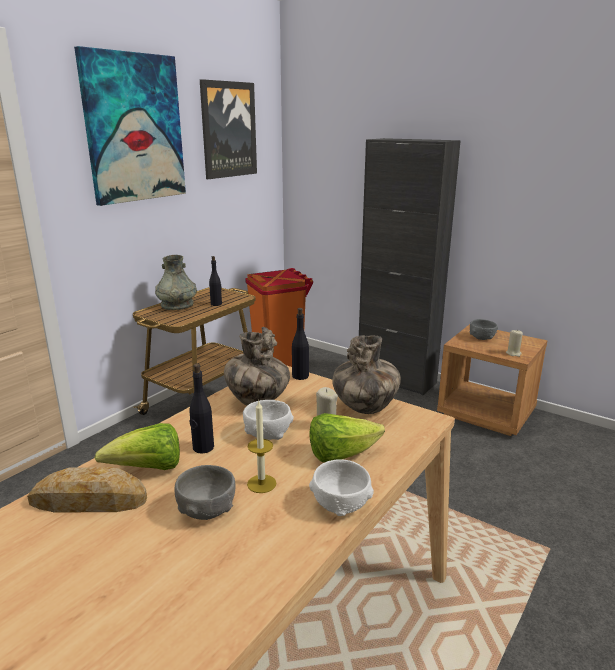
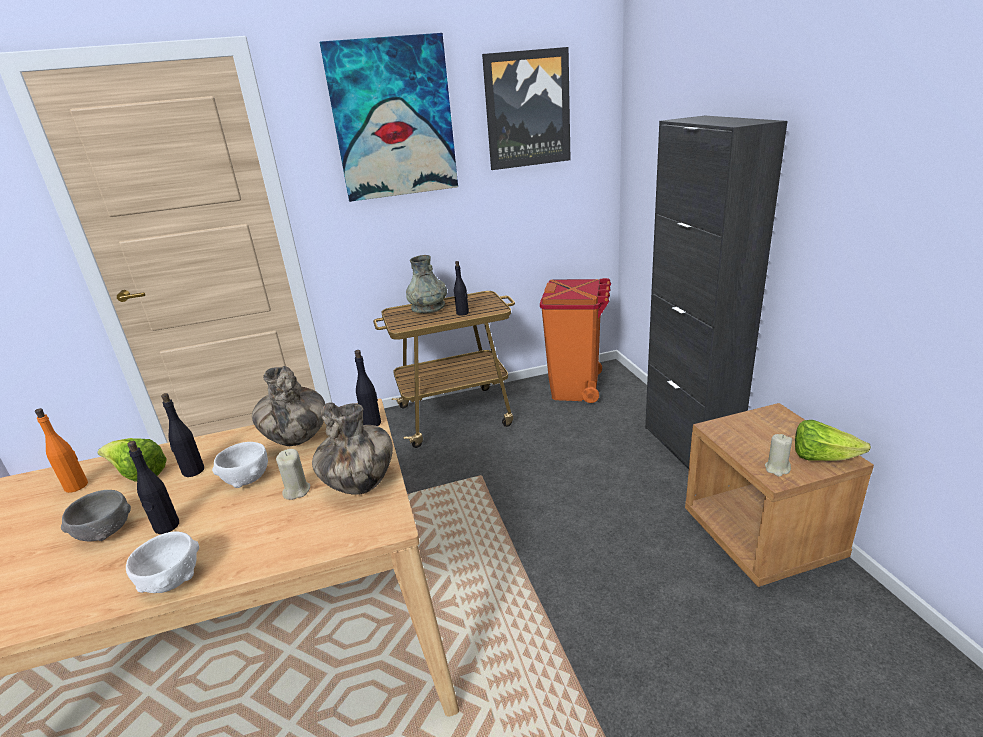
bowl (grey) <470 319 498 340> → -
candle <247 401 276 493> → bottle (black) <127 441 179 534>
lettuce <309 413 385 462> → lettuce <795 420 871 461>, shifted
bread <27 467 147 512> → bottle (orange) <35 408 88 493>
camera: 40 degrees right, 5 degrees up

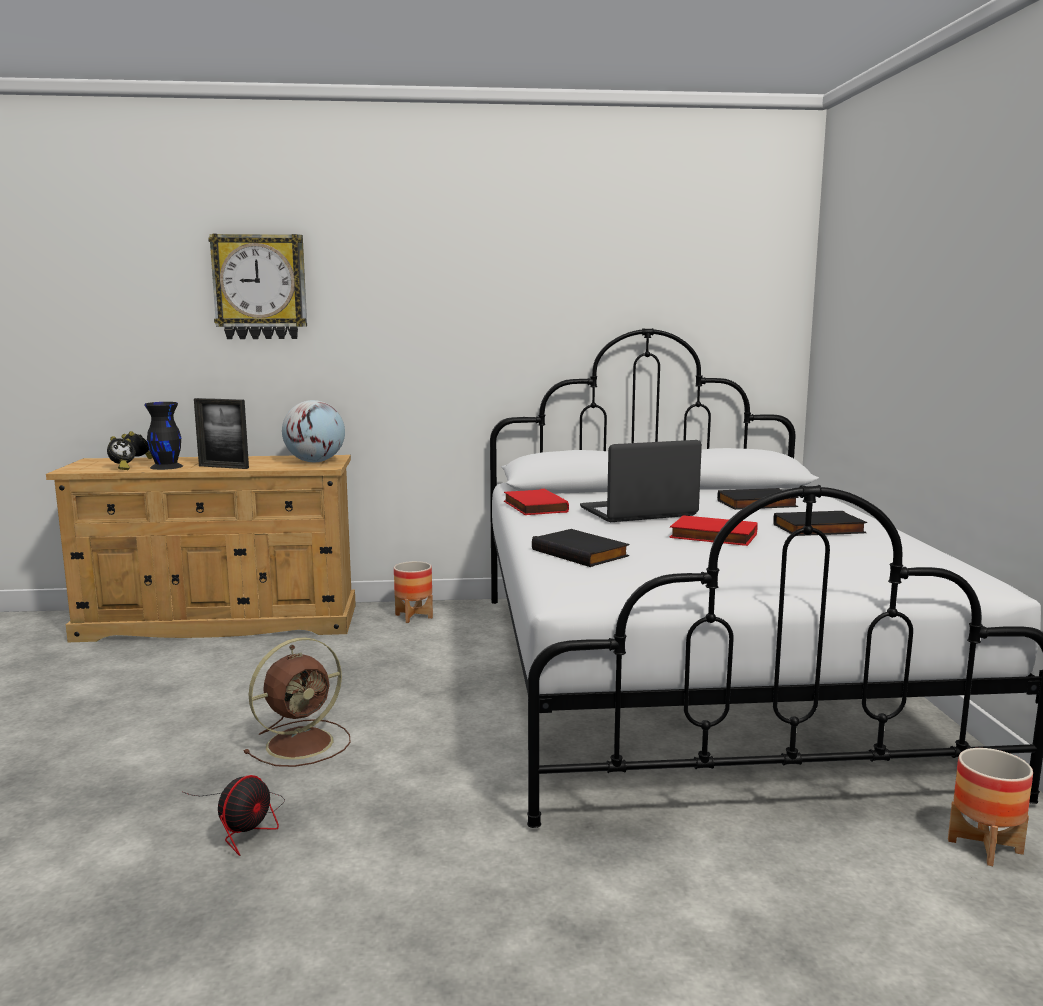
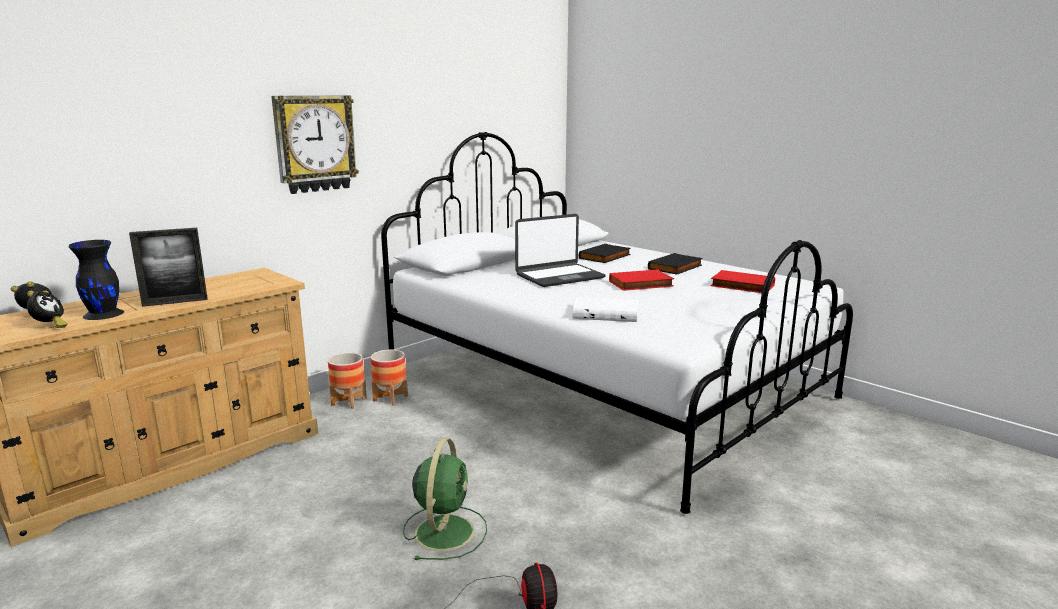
wall clock <208 234 307 339> → wall clock <271 96 359 194>, shifted
globe <282 400 345 462> → -
laptop <580 440 702 522> → laptop <515 214 606 287>, 150 degrees counterclockwise
book (red) <504 489 569 515> → book (red) <710 270 775 293>, shifted
book (black) <532 529 629 567> → book (white) <573 297 638 322>
fan (brown) <243 637 351 767> → fan (green) <403 438 487 560>
planter <948 748 1033 866> → planter <370 349 408 406>, shifted
camera: 40 degrees left, 5 degrees up

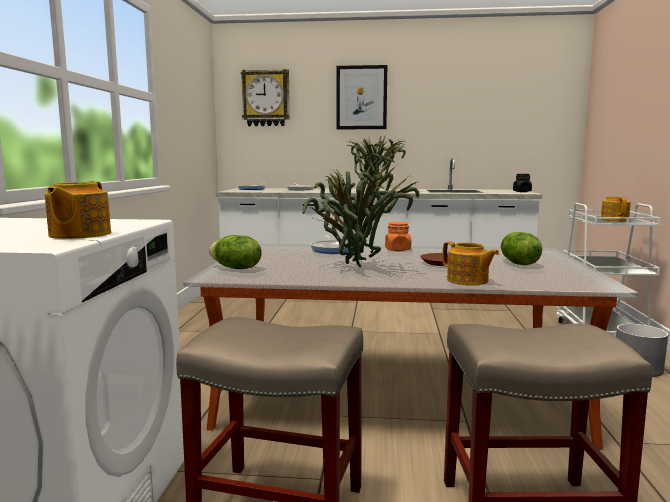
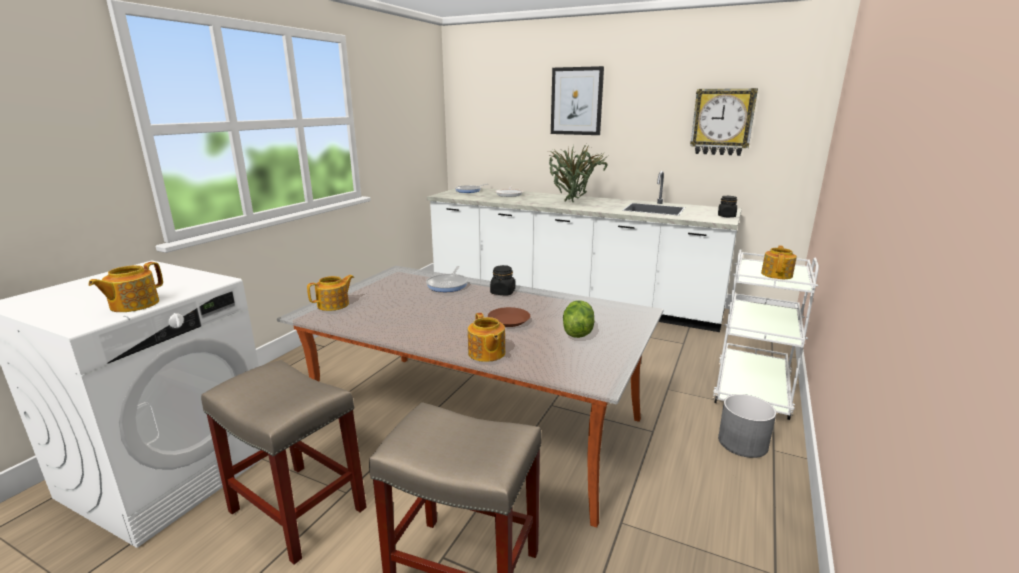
wall clock <241 69 290 126> → wall clock <690 88 758 156>, shifted
potted plant <303 158 420 267> → -
jar (orange) <385 222 411 251> → jar (black) <490 265 515 295>
lettuce <209 235 262 269> → teapot <307 275 354 311>
camera: 20 degrees right, 10 degrees up

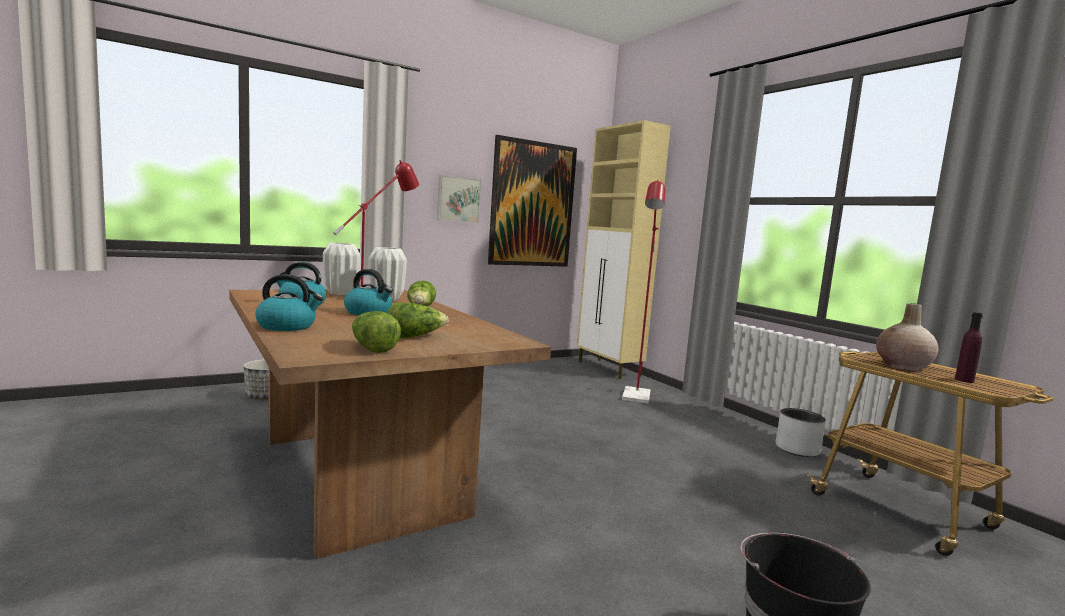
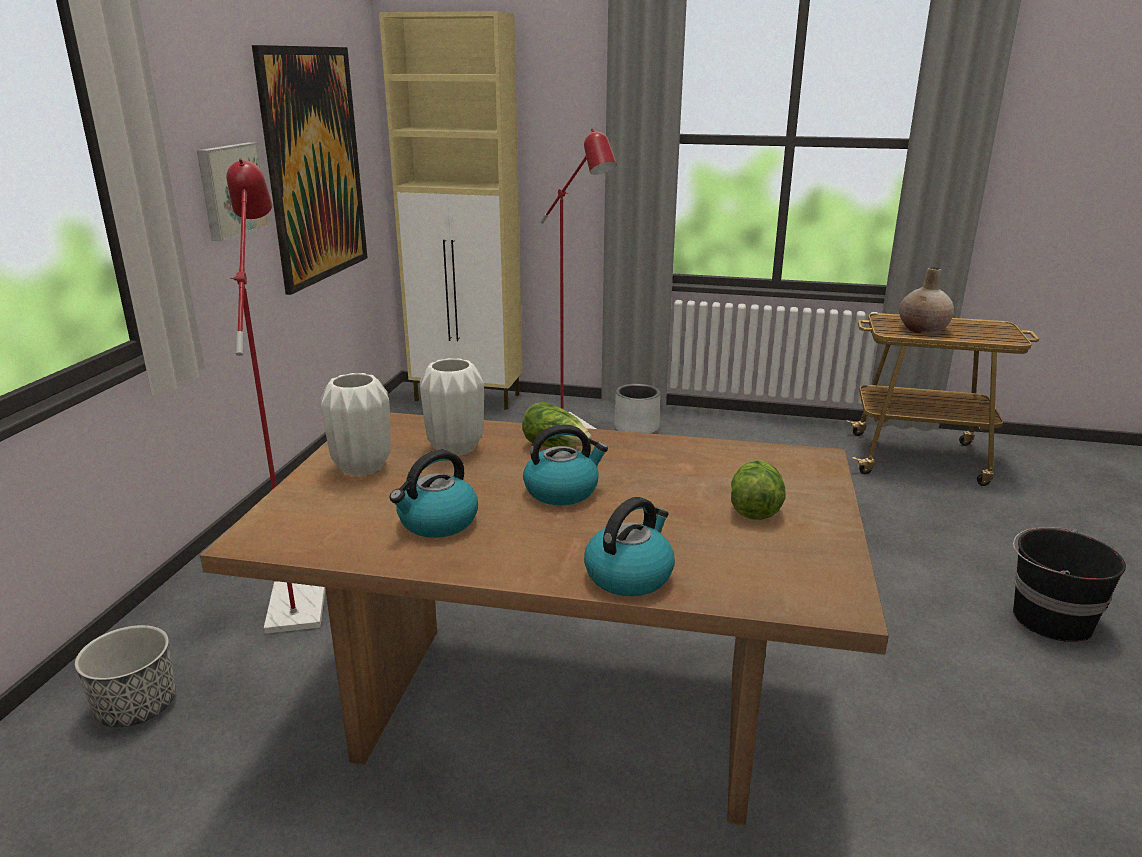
lettuce <352 311 401 353> → -
bottle (purple) <955 312 983 383> → -
planter (grey) <776 408 826 457> → planter (grey) <614 384 660 434>, shifted
camera: 45 degrees left, 15 degrees up

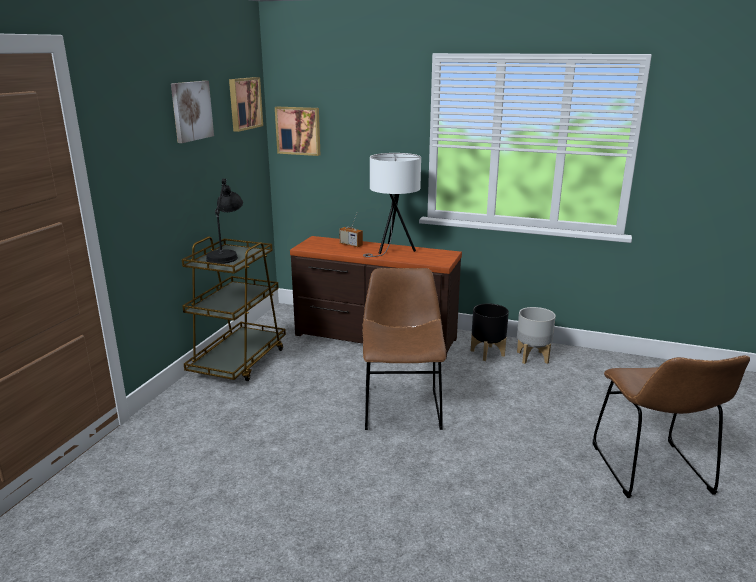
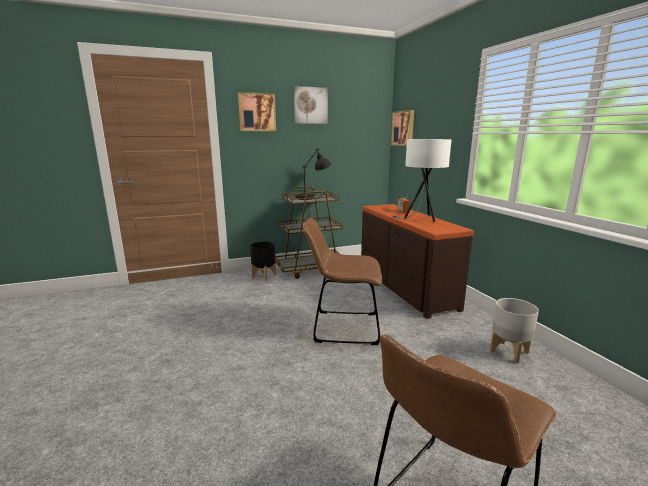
picture <229 77 263 132> → picture <238 92 276 131>, shifted
chair (brown) <363 268 446 430> → chair (brown) <303 218 382 345>, 135 degrees counterclockwise
planter (black) <471 303 509 361> → planter (black) <250 241 276 281>, shifted
camera: 50 degrees right, 5 degrees down

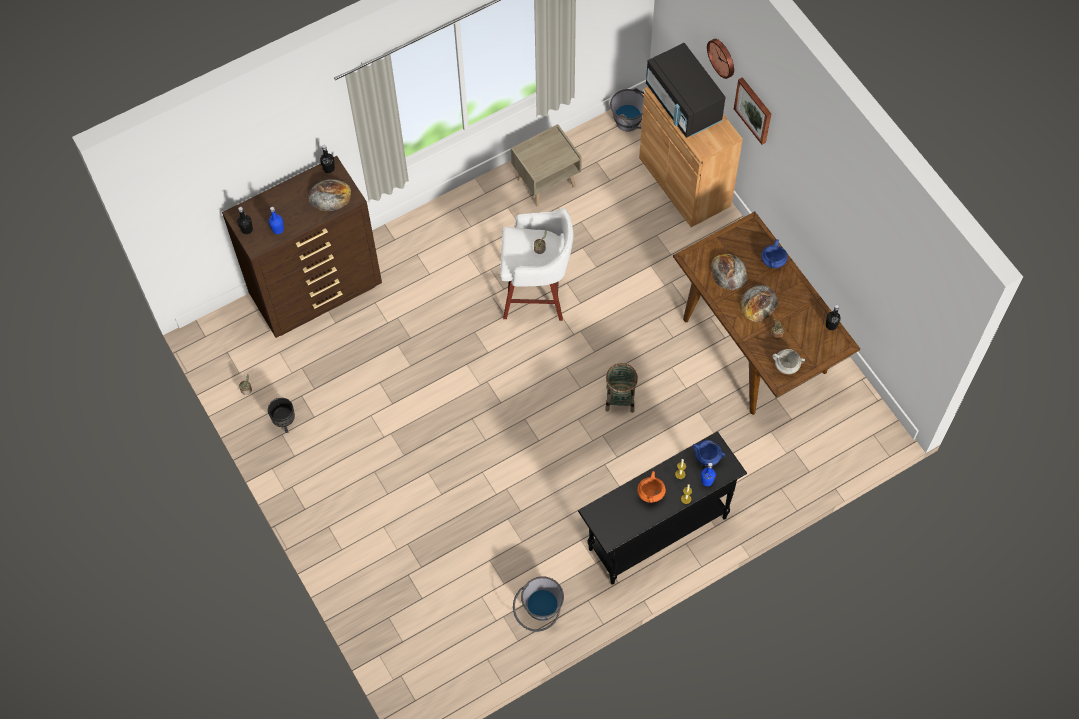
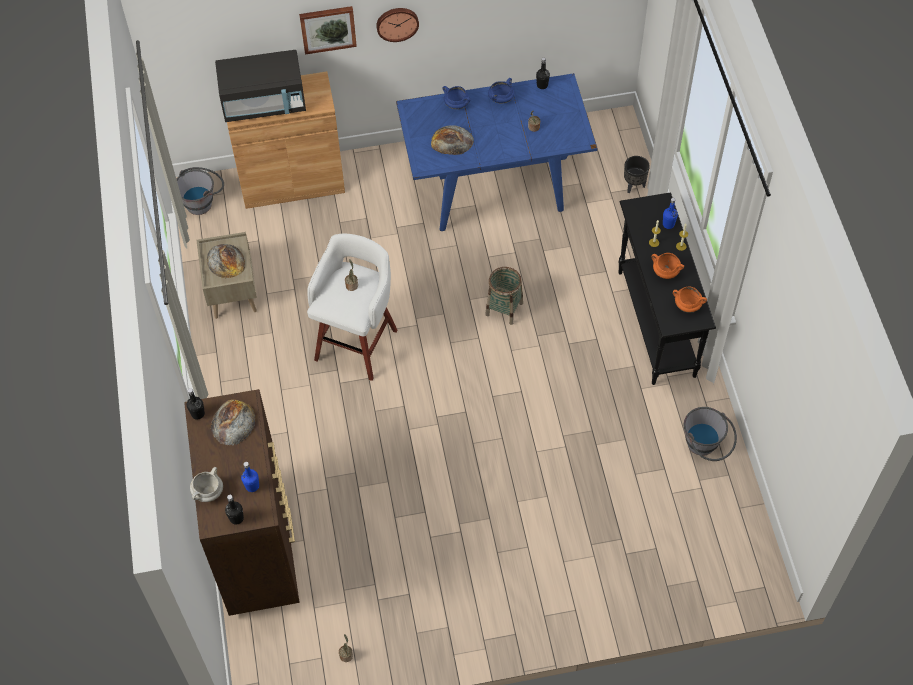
wall clock <707 39 734 79> → wall clock <376 8 419 42>, shifted
dining table (brown) <673 211 860 415> → dining table (blue) <396 73 597 231>
bread <740 285 778 322> → bread <207 244 245 278>, shifted
cooking pot (white) <772 349 805 374> → cooking pot (white) <190 467 223 502>, shifted
planter (black) <268 398 295 433> → planter (black) <624 156 650 193>, shifted
cooking pot (blue) <693 440 725 466> → cooking pot (blue) <488 78 514 104>, shifted
- → cooking pot (orange) <673 286 707 313>
camera: 70 degrees left, 5 degrees down

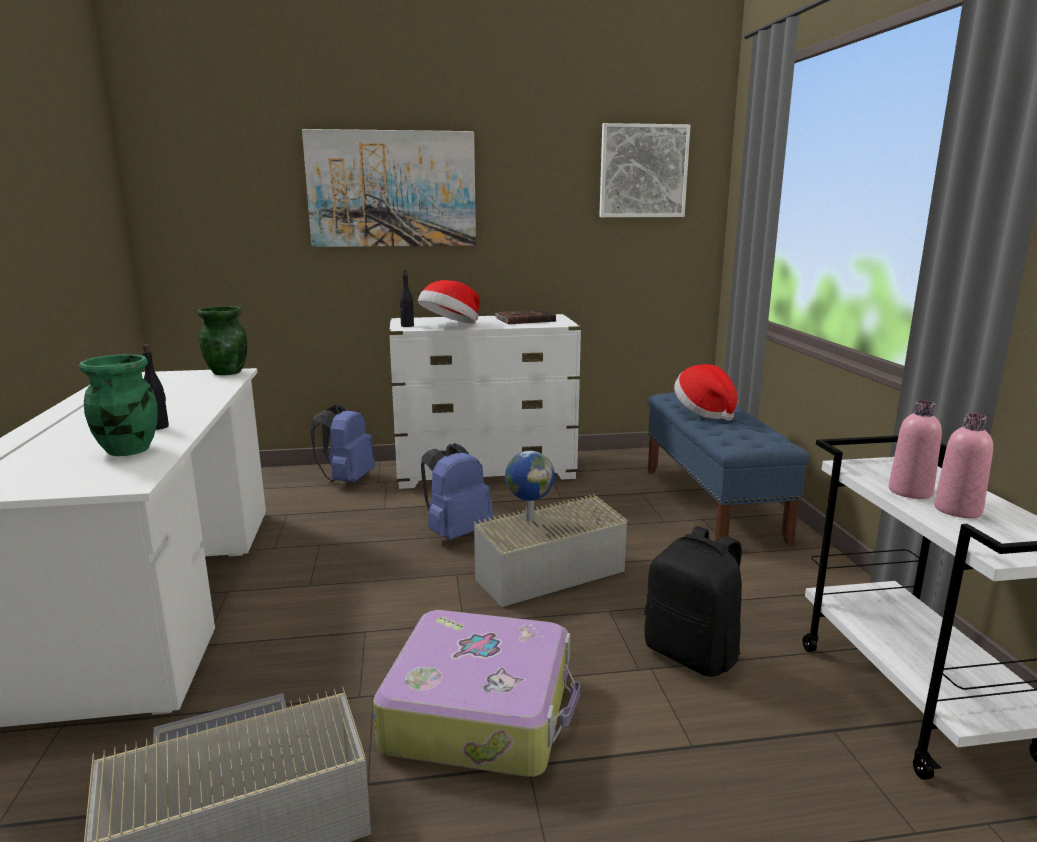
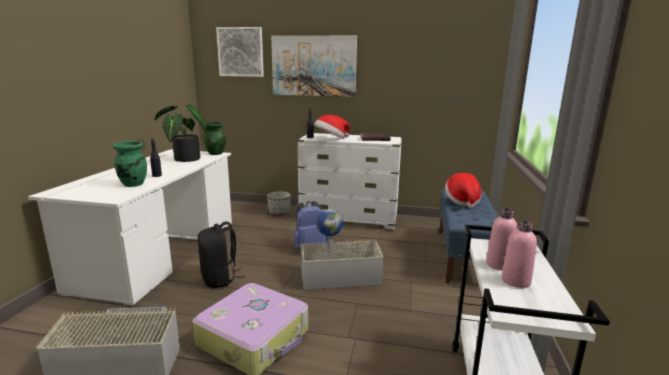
picture <599 123 691 217> → picture <216 27 264 77>, shifted
backpack (blue) <310 405 375 482> → planter <267 192 291 216>
backpack (black) <644 526 742 677> → backpack (black) <198 222 245 288>, shifted
- → potted plant <155 104 208 162>
camera: 20 degrees right, 0 degrees up

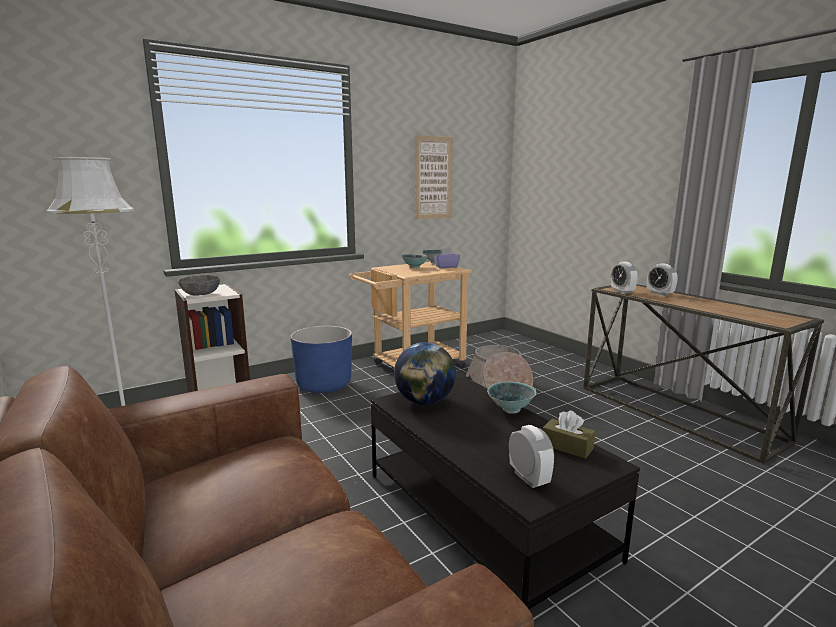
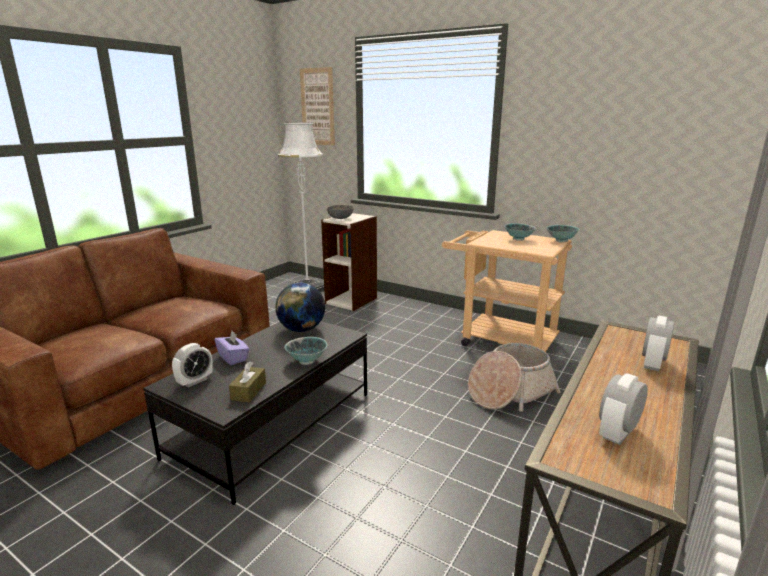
picture <415 135 453 220> → picture <300 67 335 145>, shifted
tissue box (purple) <434 248 460 268> → tissue box (purple) <215 331 249 365>, shifted
alarm clock <611 262 638 294> → alarm clock <599 373 648 445>, shifted
planter (blue) <291 326 352 393> → -
camera: 65 degrees right, 5 degrees up

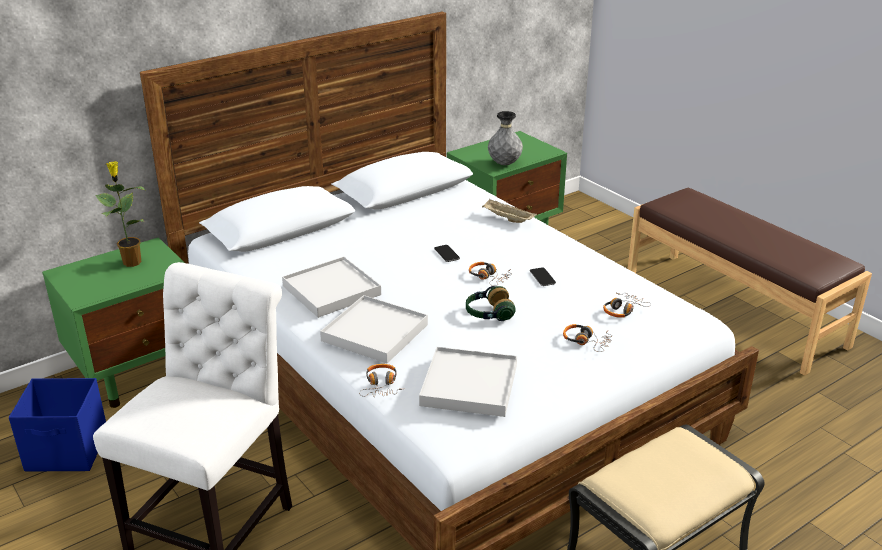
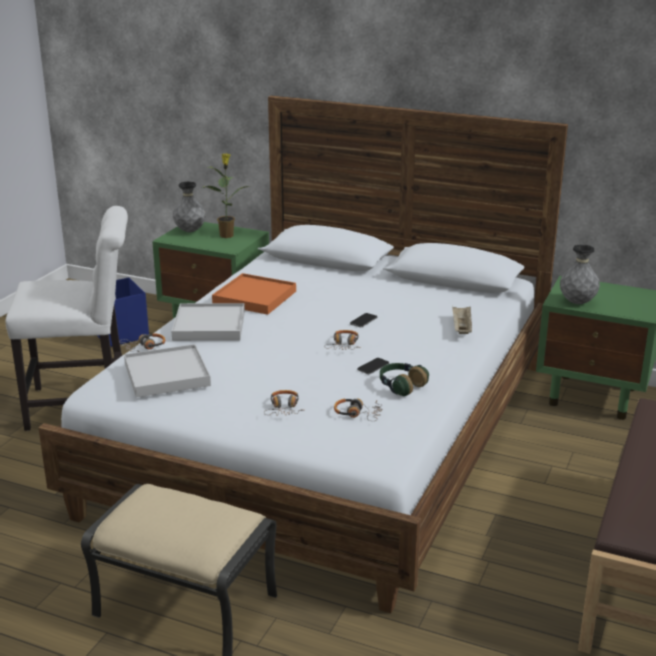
tray (white) <282 256 381 318> → tray (orange) <212 273 296 315>
headphones <466 286 516 321> → headphones <380 363 429 396>, shifted
- → vase (grey) <173 182 206 232>
camera: 60 degrees right, 5 degrees down

